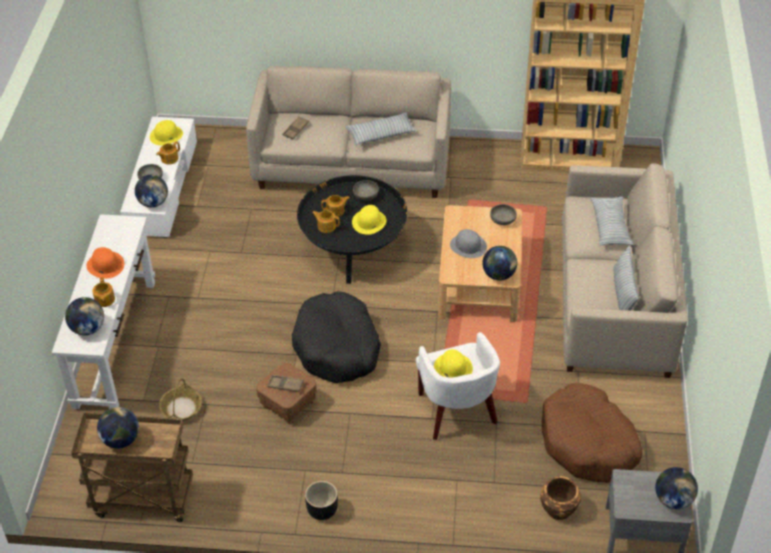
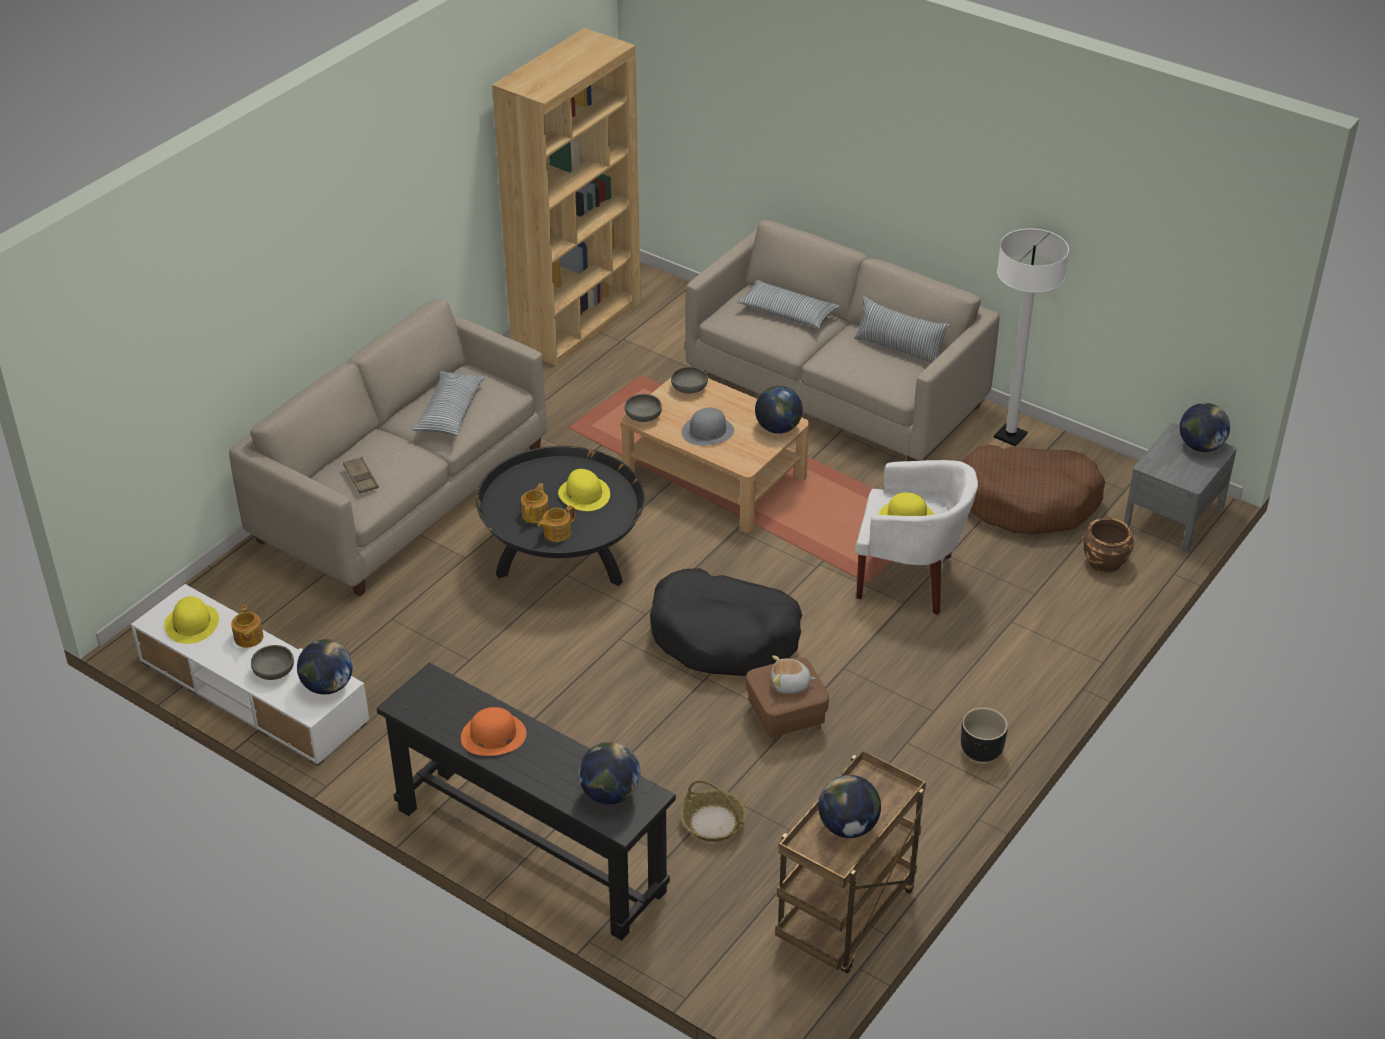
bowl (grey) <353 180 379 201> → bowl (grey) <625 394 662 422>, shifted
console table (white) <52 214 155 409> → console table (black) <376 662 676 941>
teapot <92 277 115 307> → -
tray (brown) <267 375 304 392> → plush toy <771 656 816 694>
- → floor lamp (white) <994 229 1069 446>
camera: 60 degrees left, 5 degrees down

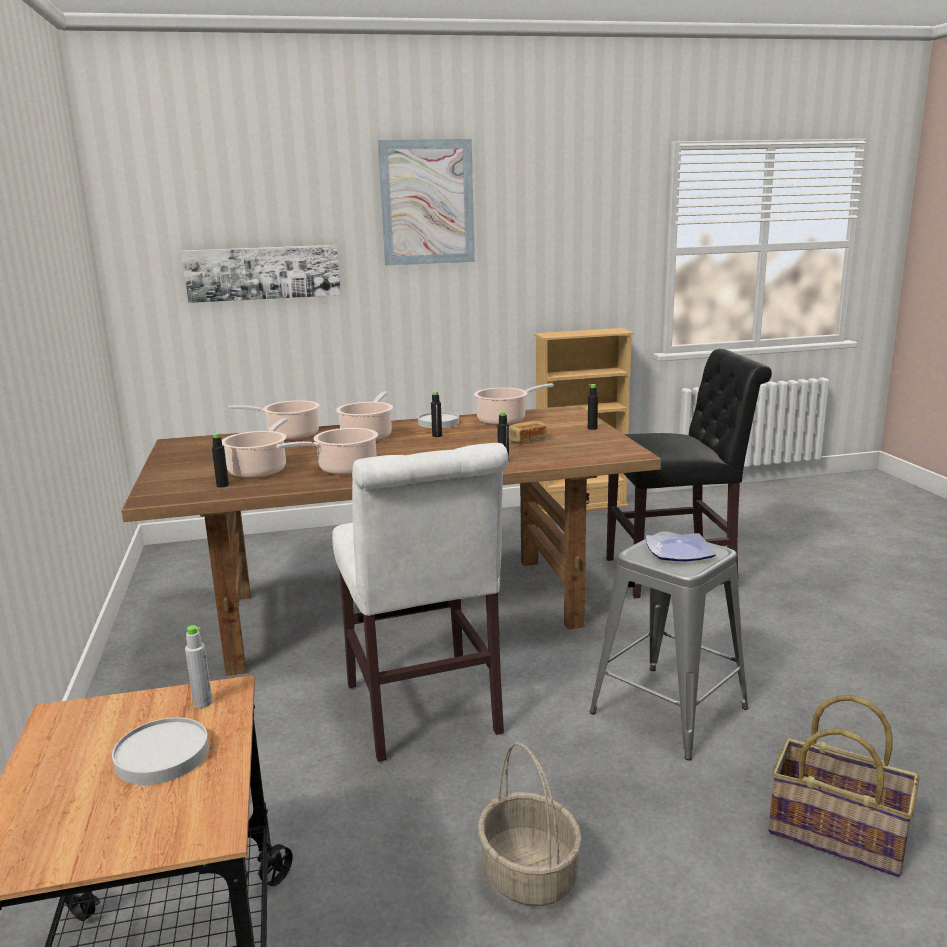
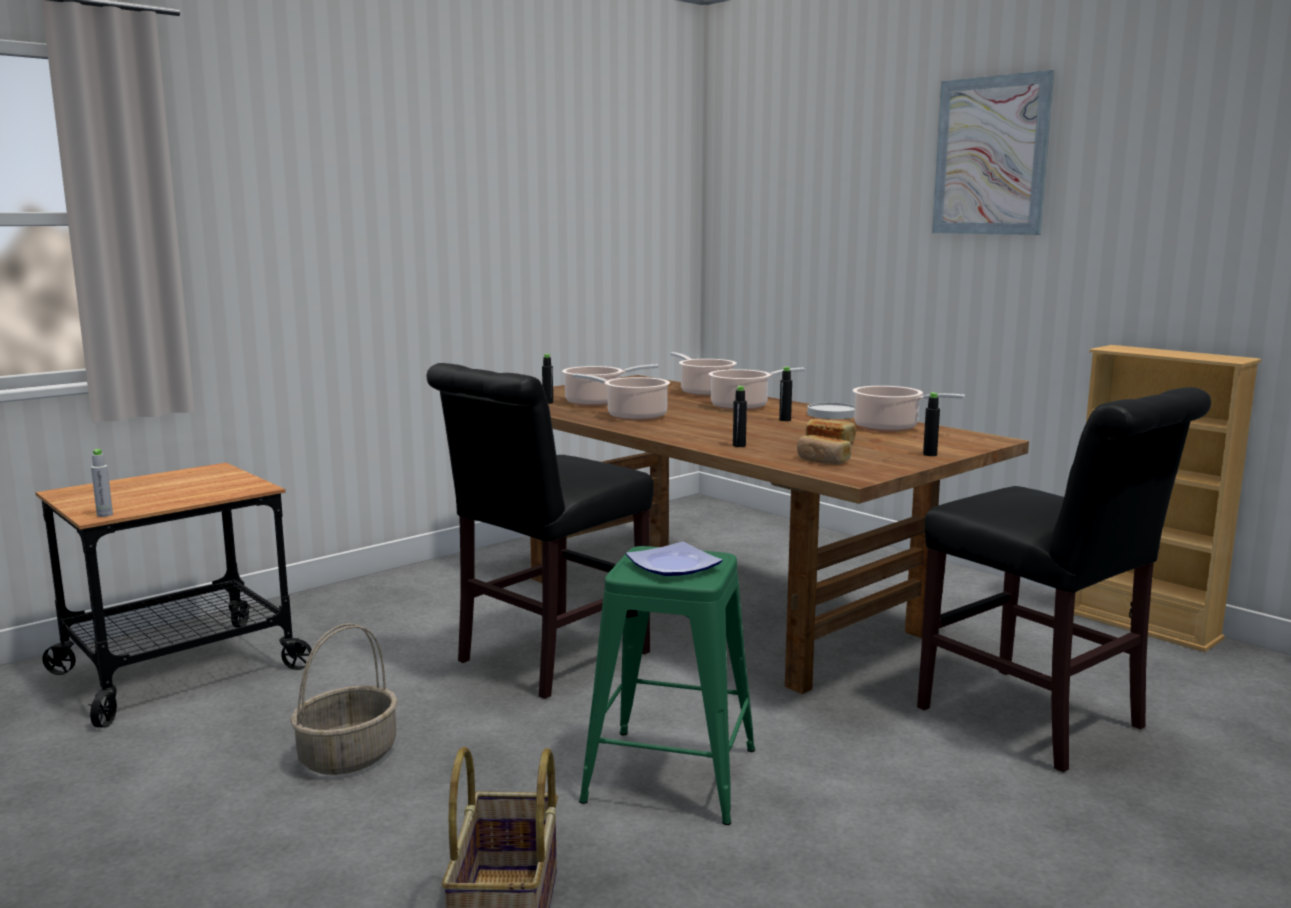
picture <182 245 341 303> → -
chair (white) <332 443 509 762> → chair (black) <427 363 654 699>
stool (grey) <589 531 749 760> → stool (green) <579 546 755 825>
bottle (grey) <185 625 213 708> → bottle (grey) <91 449 113 517>, shifted
plate (white) <112 717 209 785> → -
- → bread <797 435 851 464>
camera: 60 degrees right, 5 degrees down

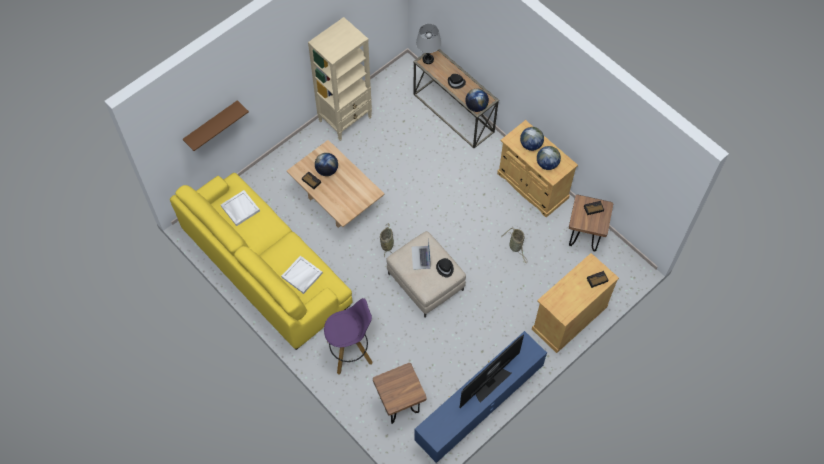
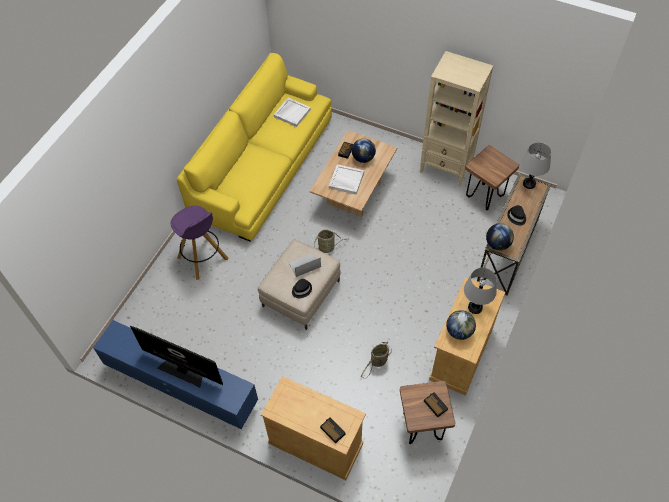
shelf (brown) <183 100 249 151> → -
globe <520 127 544 151> → table lamp (grey) <464 268 497 314>
tray (white) <281 256 323 294> → tray (white) <329 164 364 195>, shifted
stool (brown) <373 363 427 424> → stool (brown) <465 145 519 210>, shifted
camera: 70 degrees right, 5 degrees down

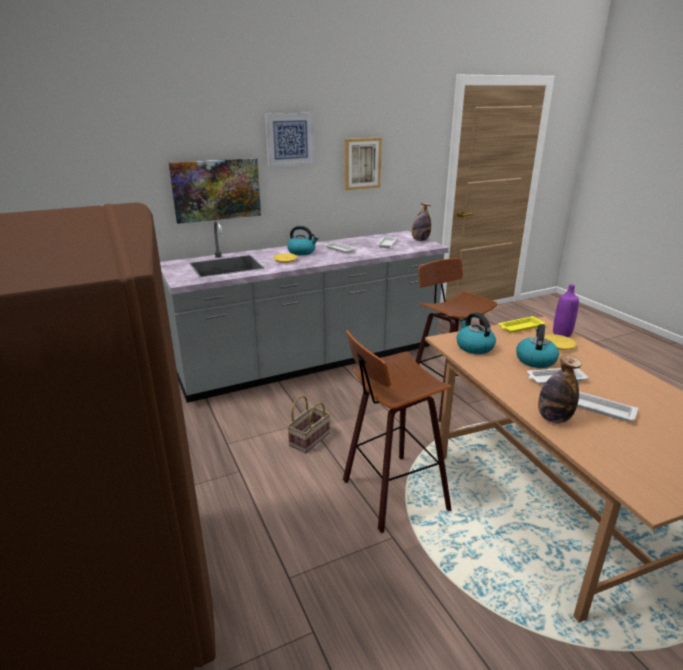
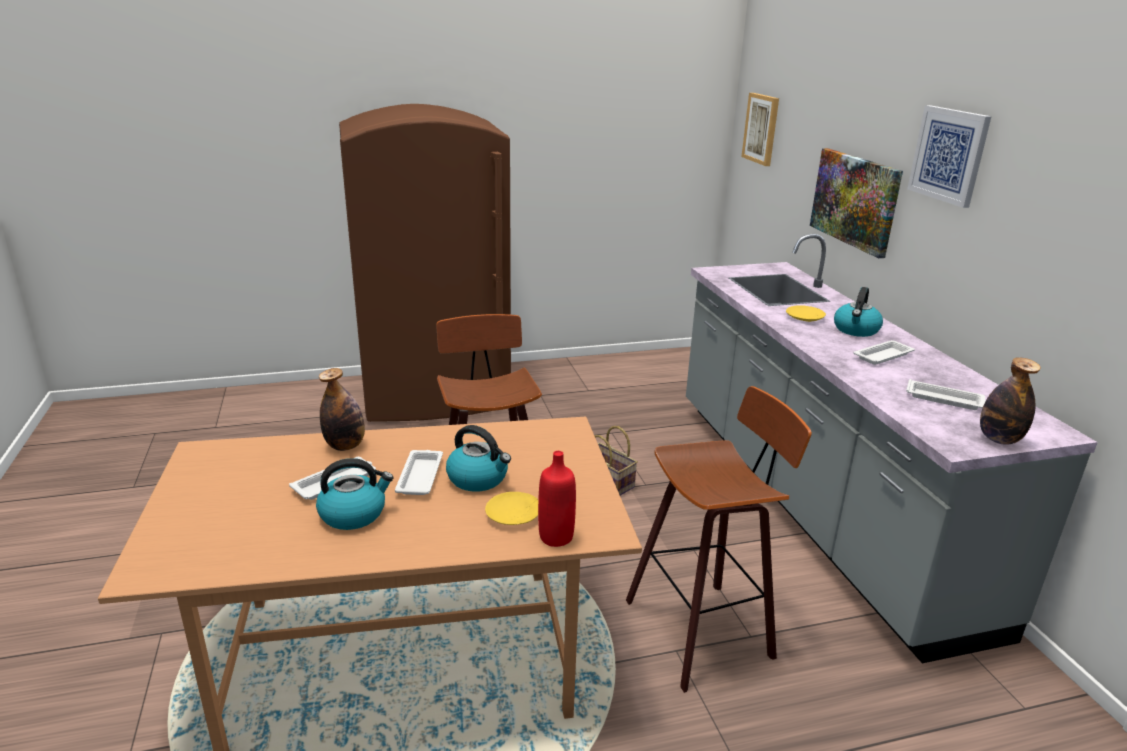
picture <344 137 382 190> → picture <741 93 779 166>, shifted
bottle (purple) <553 284 579 337> → bottle (red) <538 451 576 547>
kettle <456 313 496 354> → kettle <316 458 394 530>, shifted
tray (yellow) <498 316 546 333> → -
camera: 100 degrees right, 0 degrees up

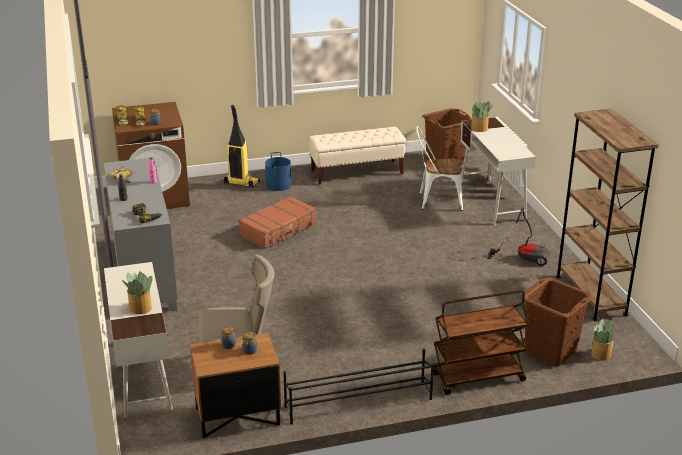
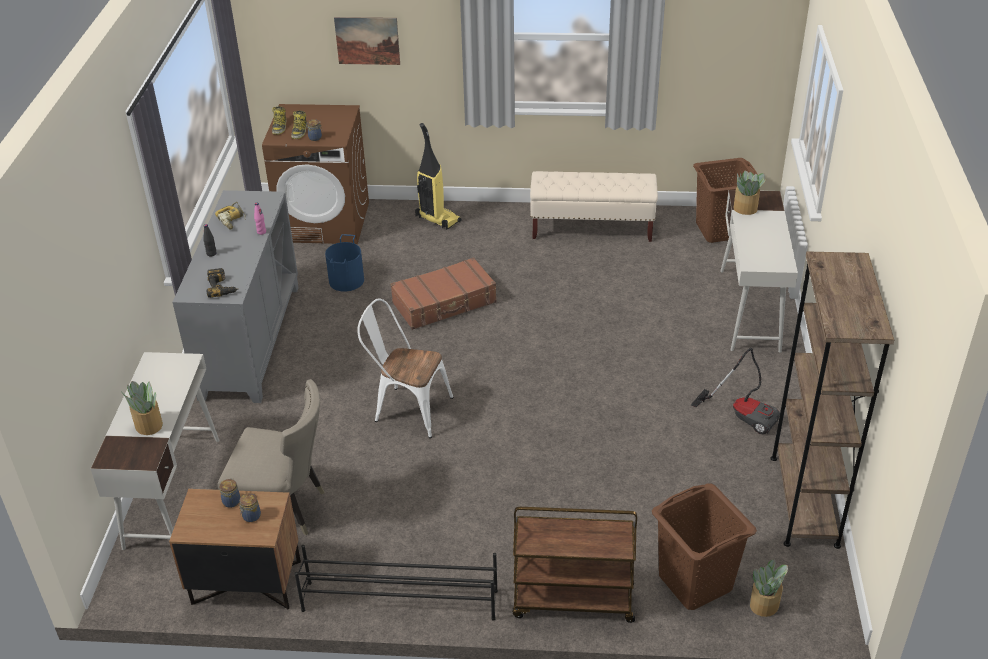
chair (white) <416 126 463 211> → chair (white) <357 298 454 438>, shifted
bucket (blue) <265 152 291 191> → bucket (blue) <325 234 364 292>, shifted
- → picture <334 17 400 65>
camera: 20 degrees right, 10 degrees up

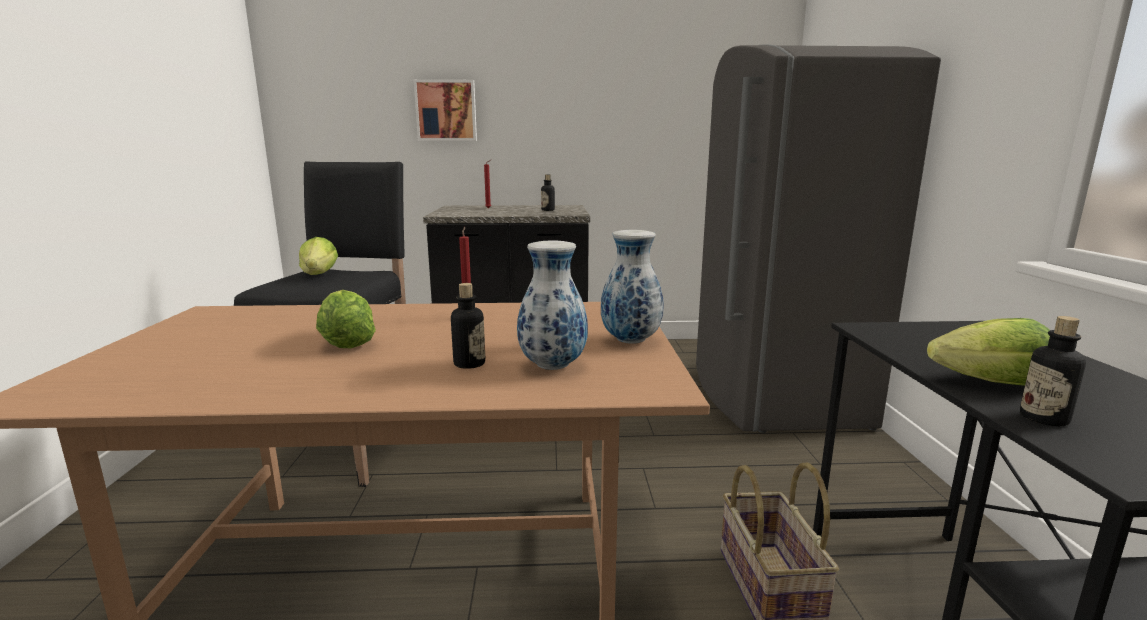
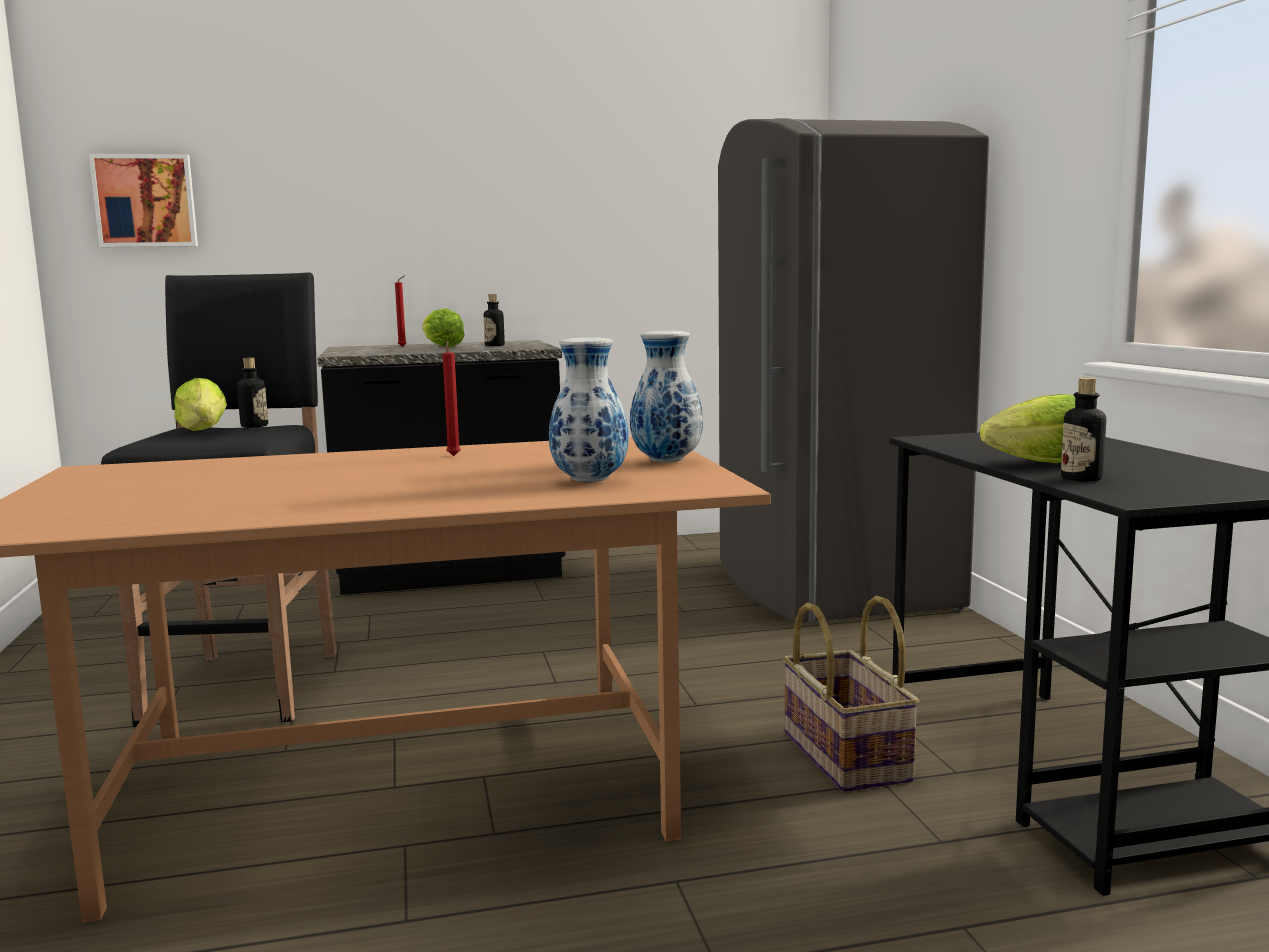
picture <414 79 477 141> → picture <89 154 198 247>, shifted
bottle <451 283 485 369> → bottle <237 357 268 428>, shifted
lettuce <316 290 376 348> → lettuce <422 308 465 347>, shifted
camera: 10 degrees left, 5 degrees down

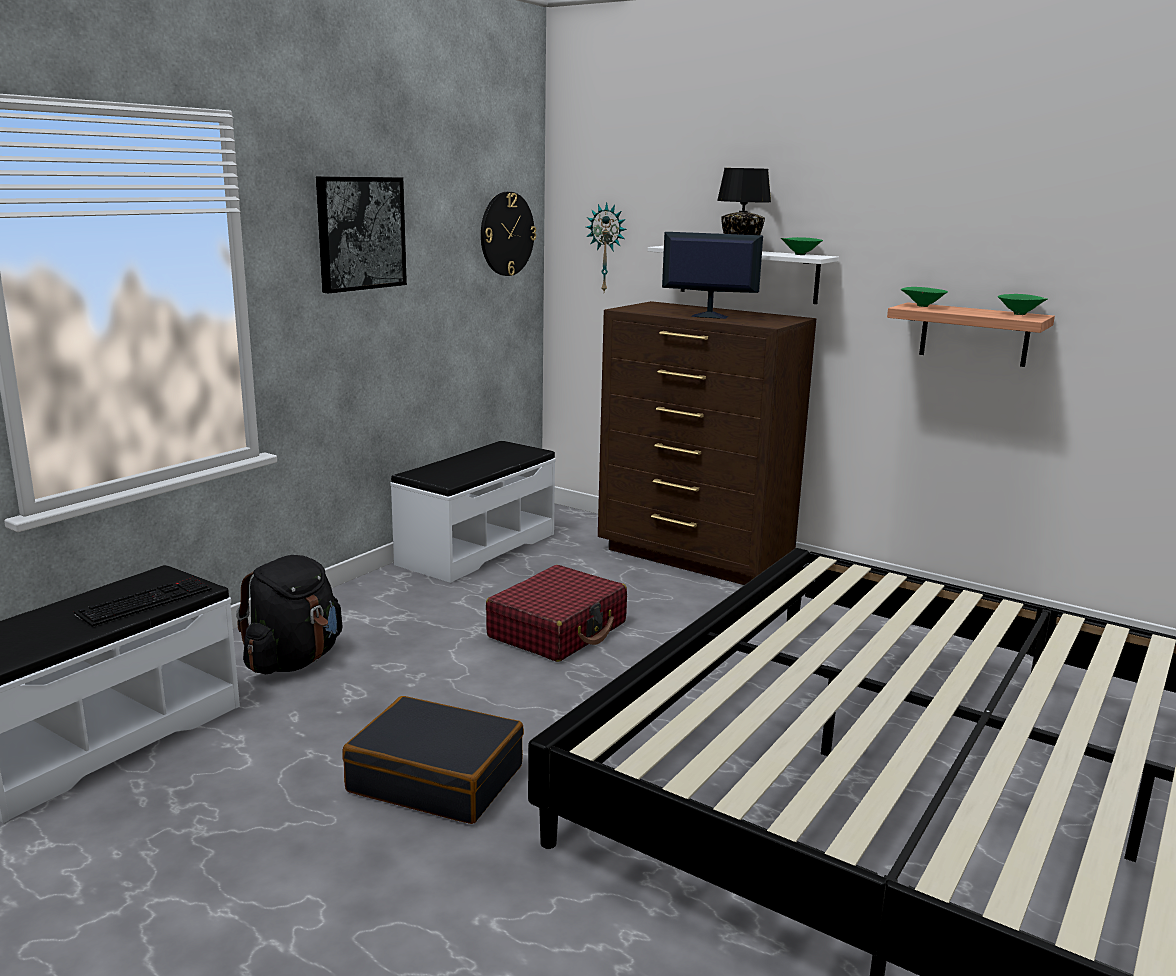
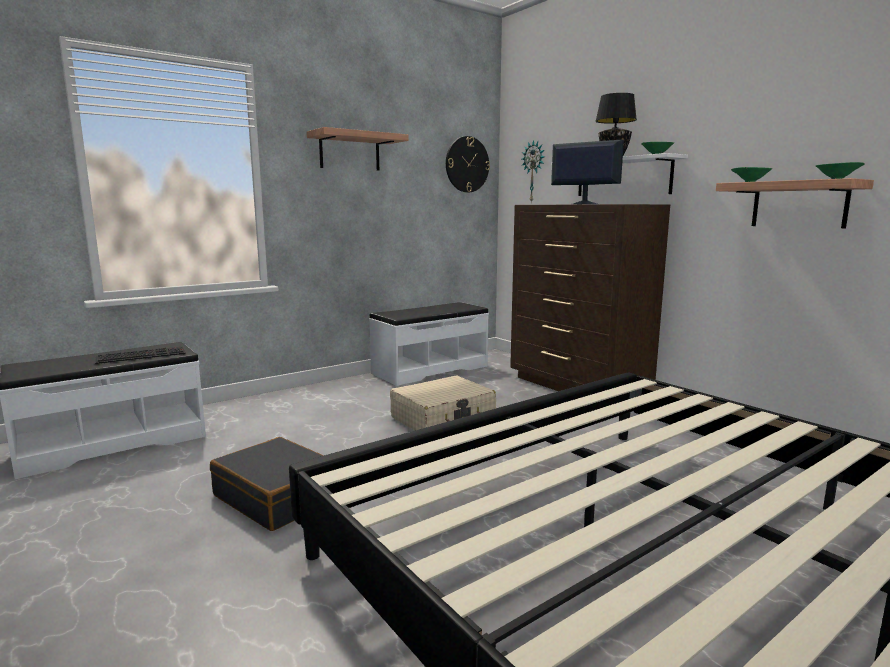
picture <316 176 407 293> → shelf <307 127 409 171>
backpack (black) <236 555 342 674> → -
suitcase (red) <486 565 627 662> → suitcase (beige) <390 376 496 430>
camera: 20 degrees right, 5 degrees down

